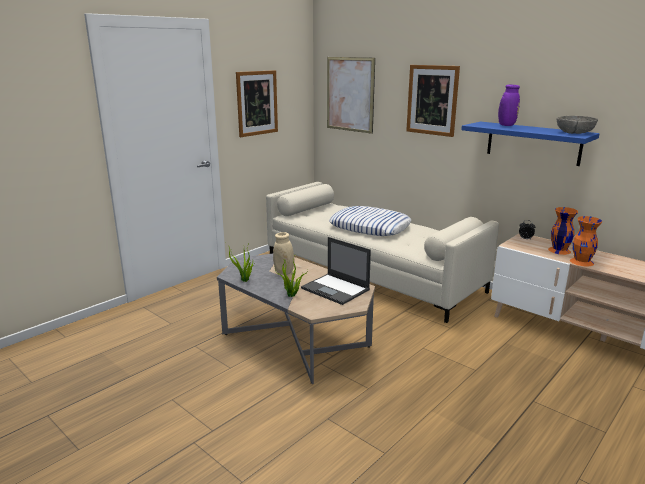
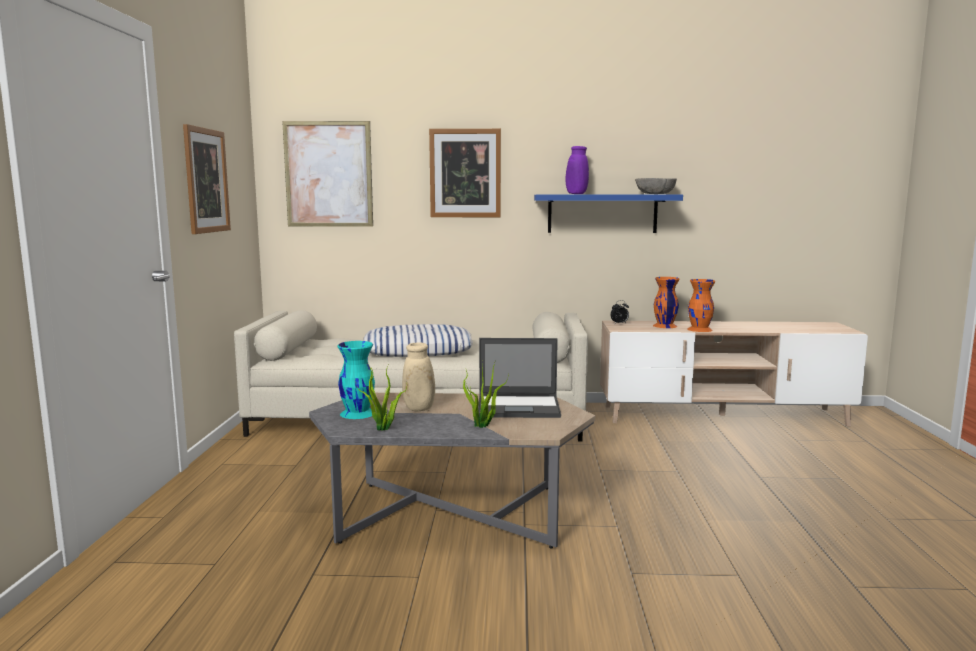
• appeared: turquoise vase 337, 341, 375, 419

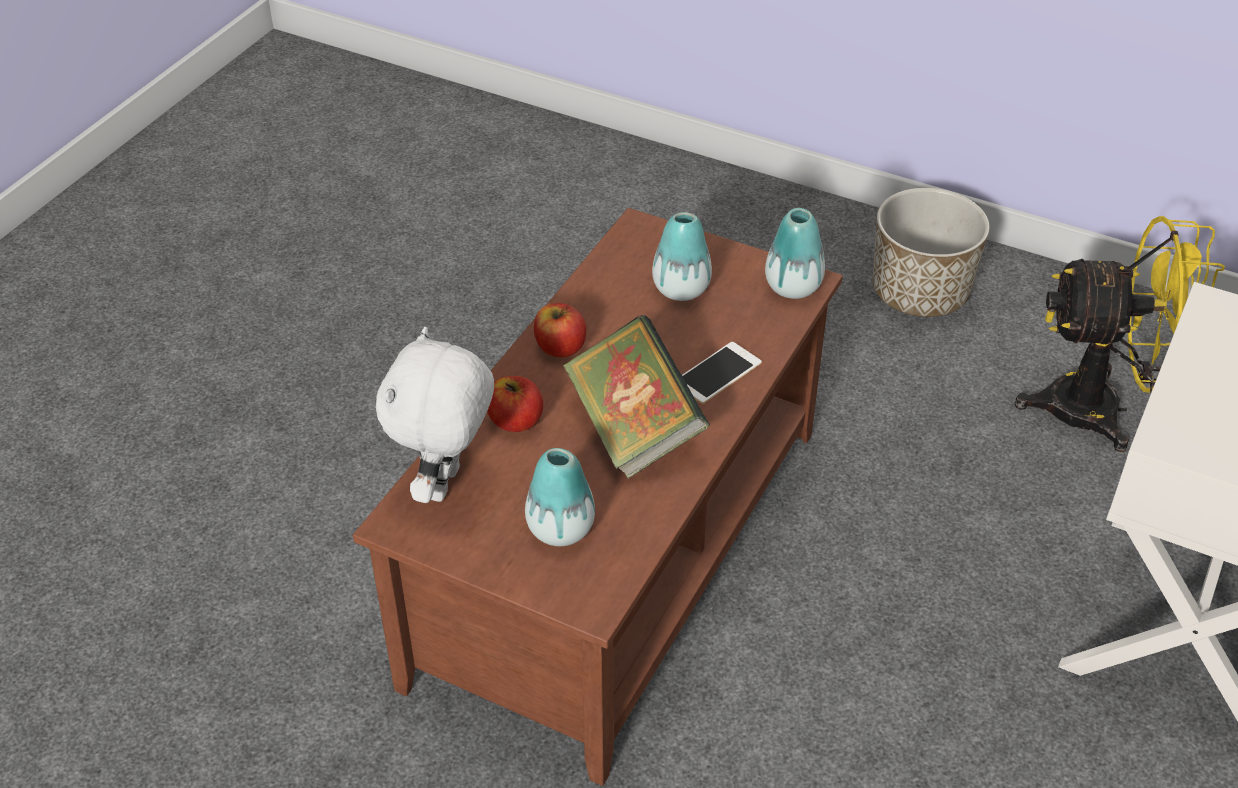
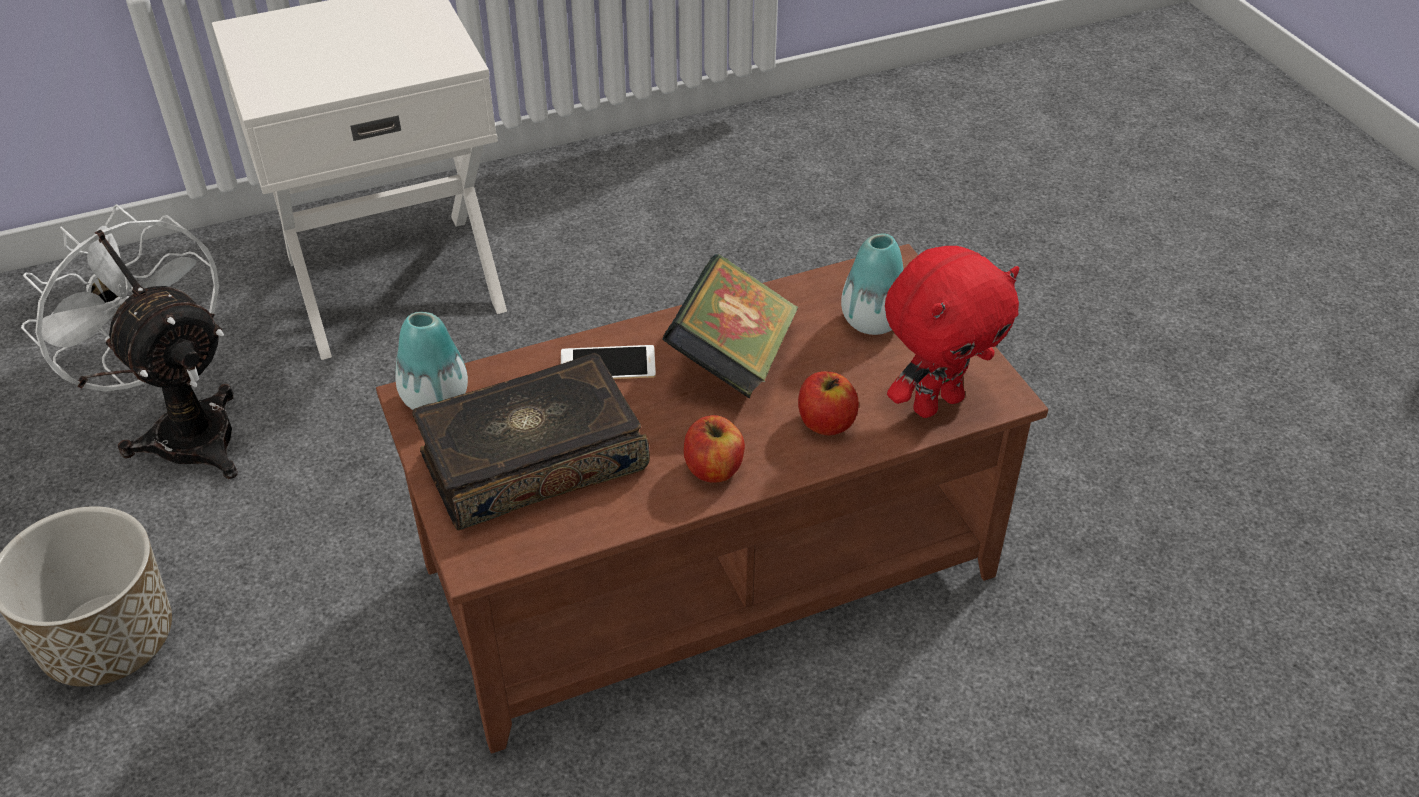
• exchanged: vase 652, 212, 712, 301 to book 412, 353, 650, 530
• colour: white plush toy 376, 327, 494, 503 to red plush toy 885, 246, 1019, 418
• colour: yellow fan 1014, 216, 1225, 452 to white fan 21, 204, 238, 479

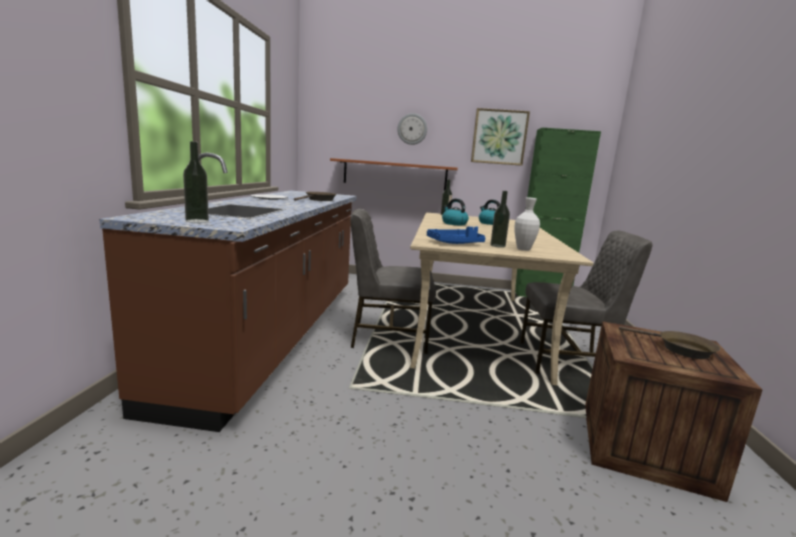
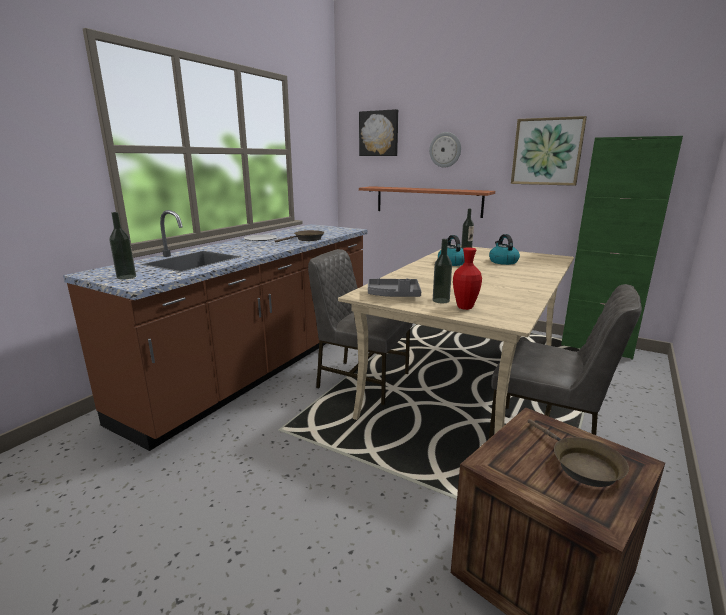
• appeared: picture 359, 109, 398, 156
• colour: blue tray 427, 226, 486, 244 to grey tray 368, 278, 422, 297
• colour: white vase 514, 197, 540, 251 to red vase 453, 248, 482, 310

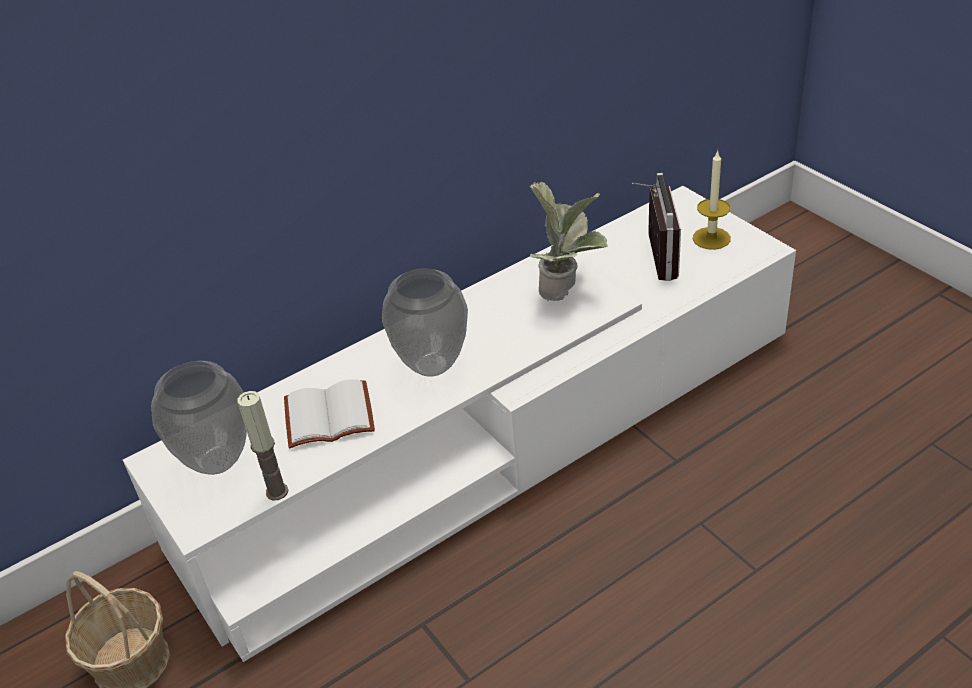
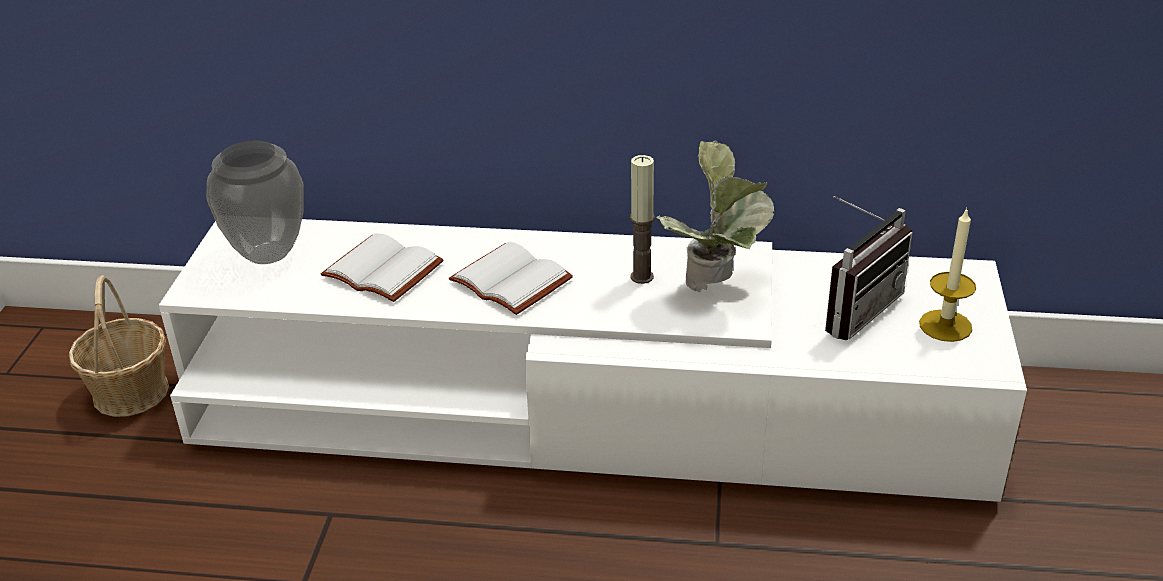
• relocated: candle 237, 391, 289, 500 to 630, 155, 655, 284
• exchanged: vase 382, 268, 468, 377 to white book 449, 242, 573, 315

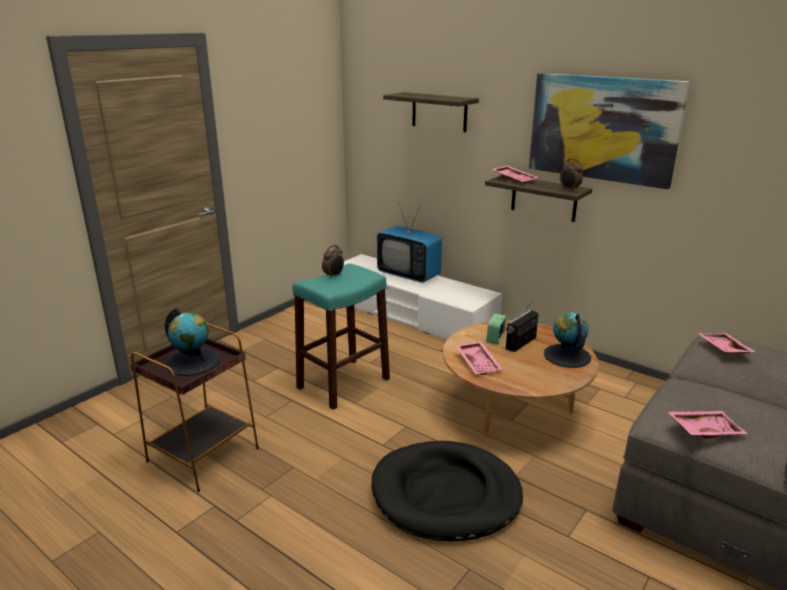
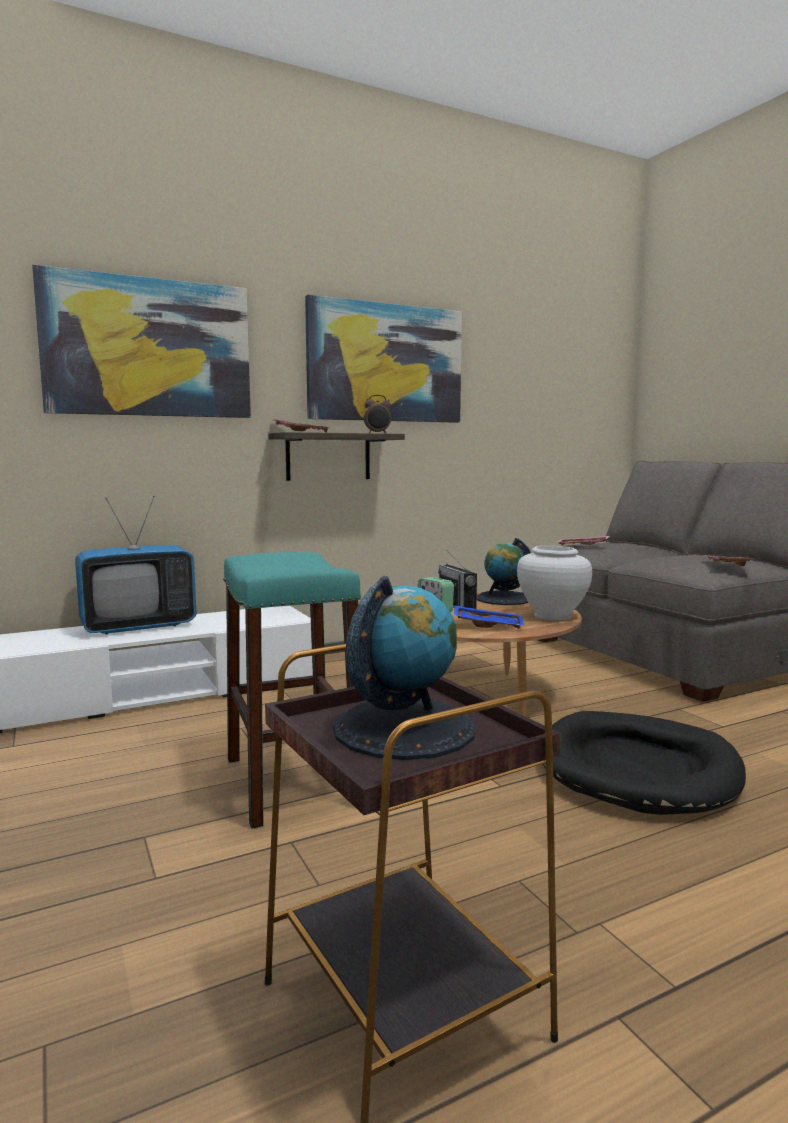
• missing: alarm clock 322, 245, 344, 279
• appeared: white vase 517, 545, 592, 620
• exchanged: shelf 383, 92, 479, 132 to picture 32, 265, 251, 418
• colour: pink tray 455, 341, 503, 375 to blue tray 454, 605, 524, 629

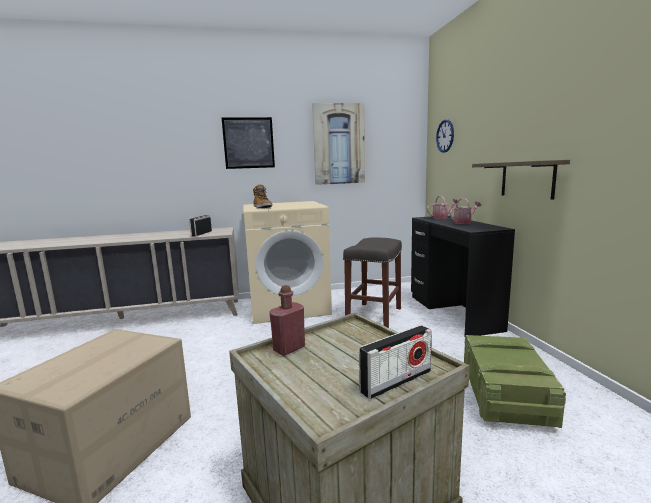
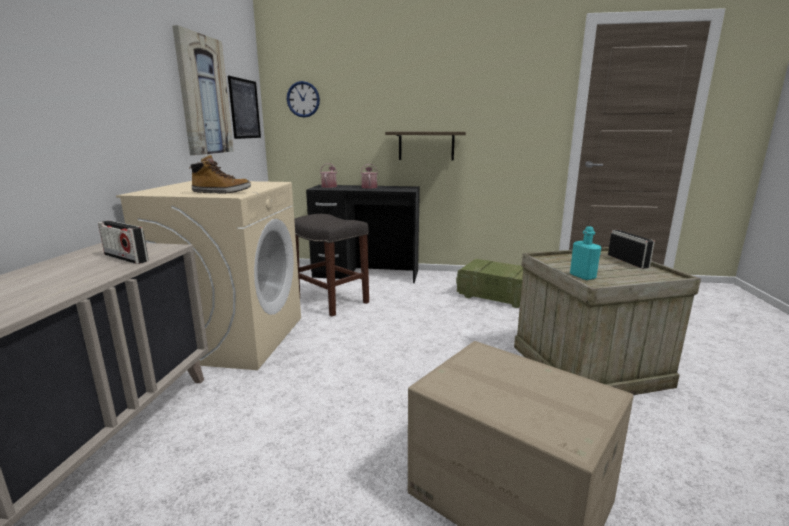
• relocated: picture 222, 117, 275, 169 to 228, 76, 261, 139
• colour: red bottle 269, 285, 305, 356 to turquoise bottle 570, 226, 601, 280

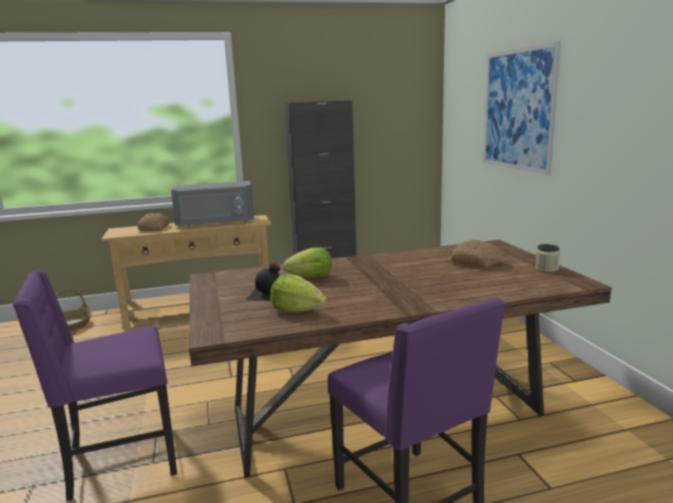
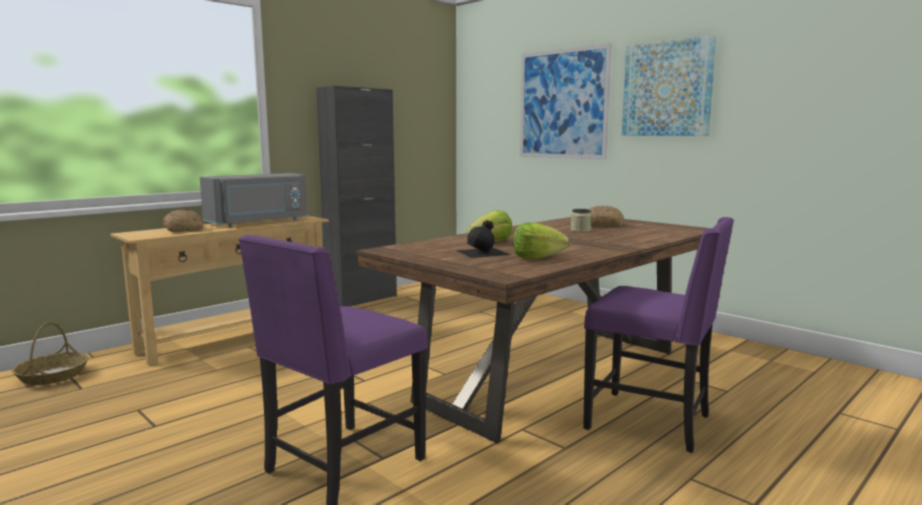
• appeared: picture 622, 35, 717, 136
• relocated: jar 535, 244, 560, 272 to 571, 209, 592, 232

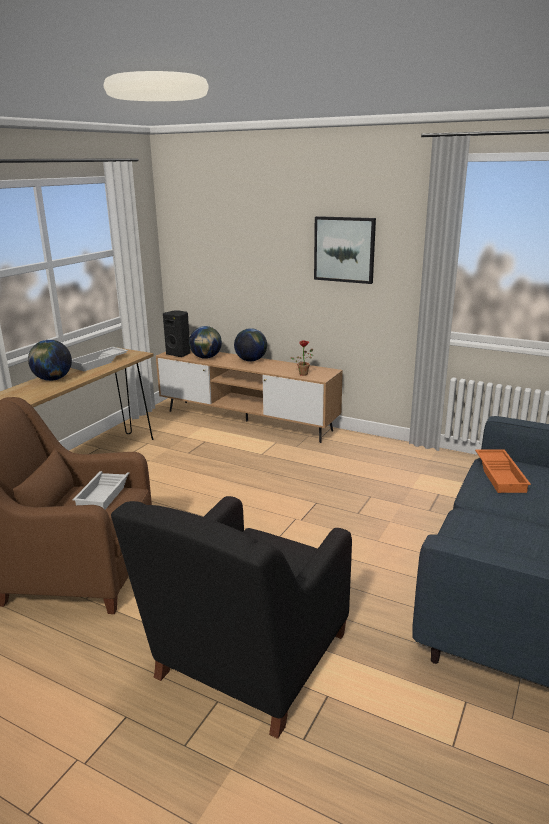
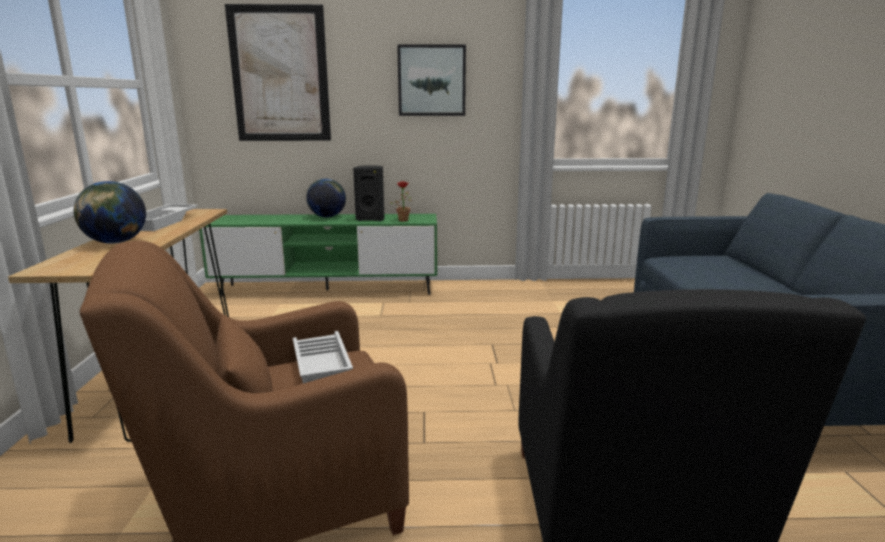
• missing: globe 189, 326, 222, 359
• missing: orange tray 475, 449, 531, 493
• appeared: picture 225, 4, 331, 141
• relocated: black speaker 163, 311, 191, 357 to 353, 165, 384, 221
• colour: brown tv stand 156, 349, 343, 443 to green tv stand 199, 214, 437, 296

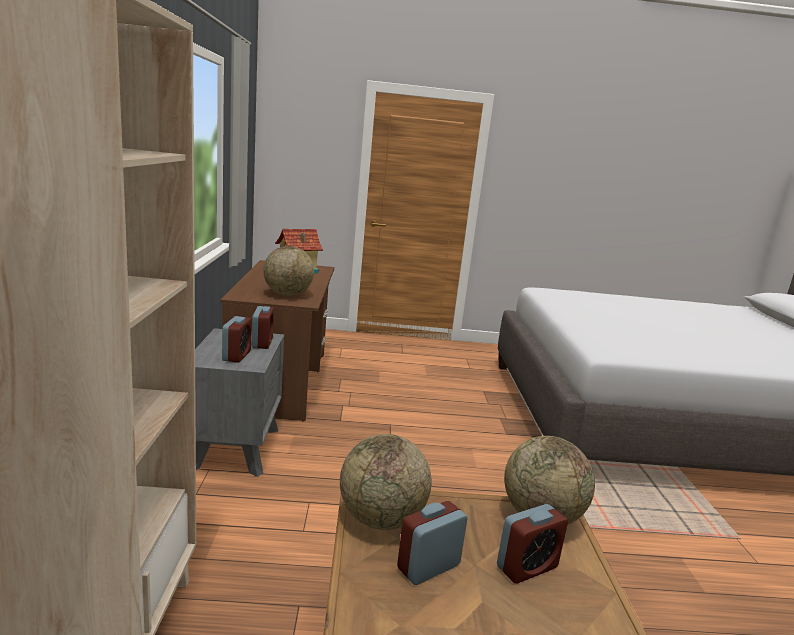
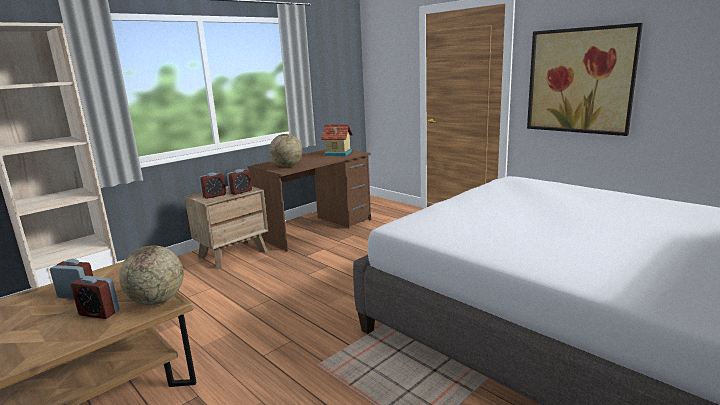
• missing: globe 340, 434, 432, 530
• appeared: picture 527, 23, 643, 136
• colour: grey nightstand 195, 328, 284, 477 to brown nightstand 184, 186, 268, 269

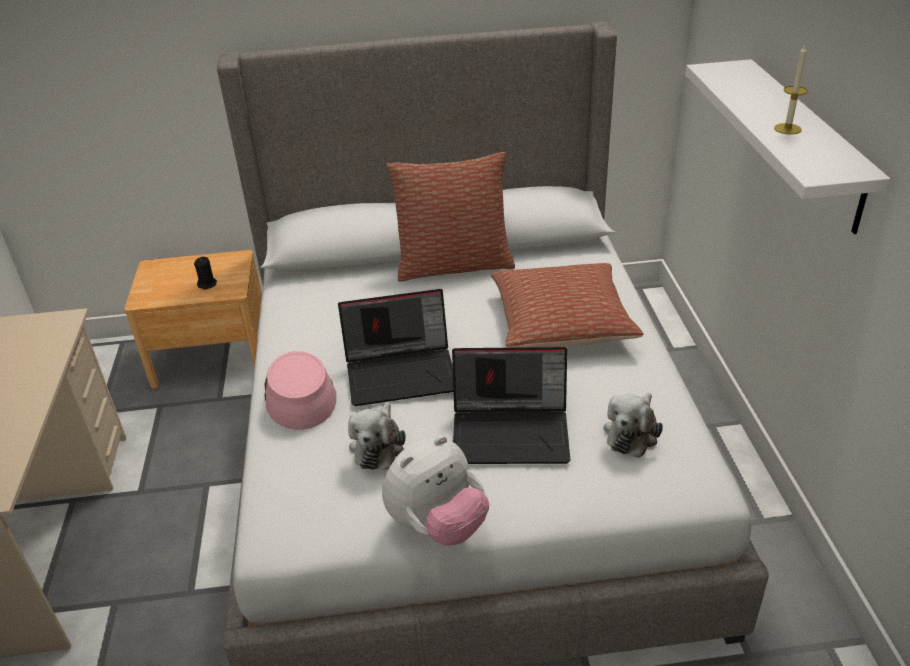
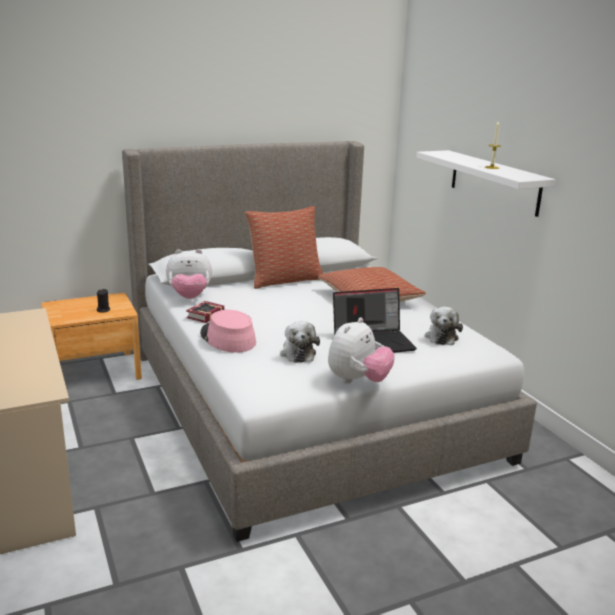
• missing: laptop 338, 289, 453, 406
• appeared: plush toy 166, 249, 212, 299
• appeared: book 186, 301, 224, 323

